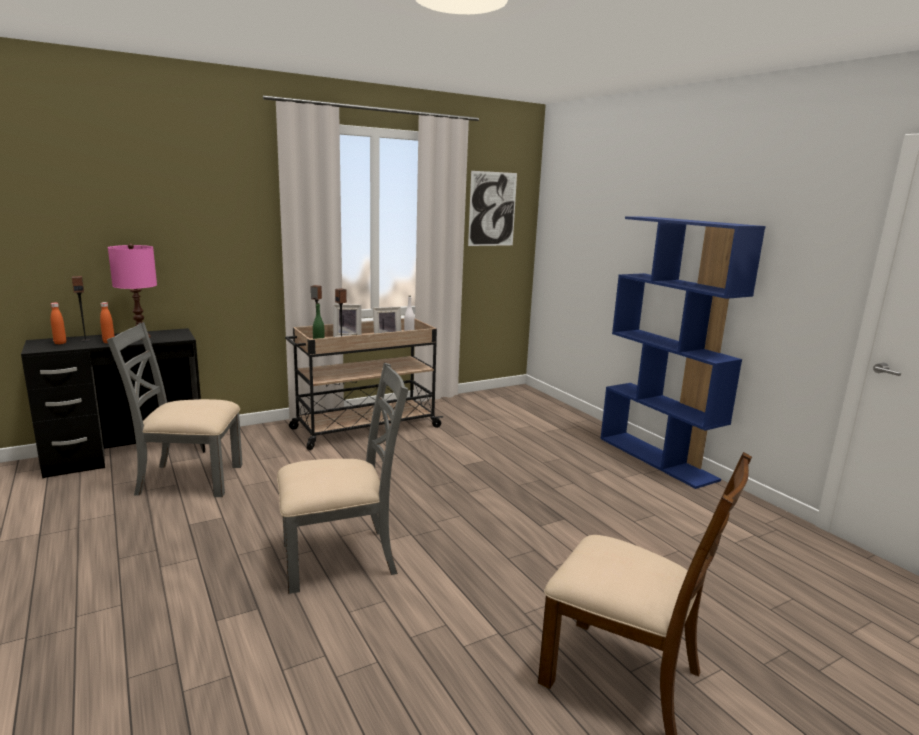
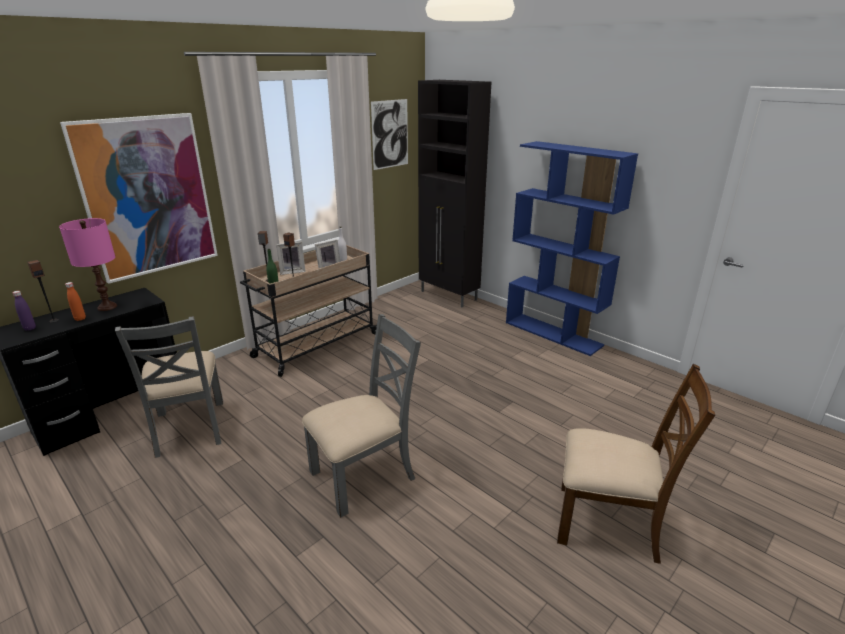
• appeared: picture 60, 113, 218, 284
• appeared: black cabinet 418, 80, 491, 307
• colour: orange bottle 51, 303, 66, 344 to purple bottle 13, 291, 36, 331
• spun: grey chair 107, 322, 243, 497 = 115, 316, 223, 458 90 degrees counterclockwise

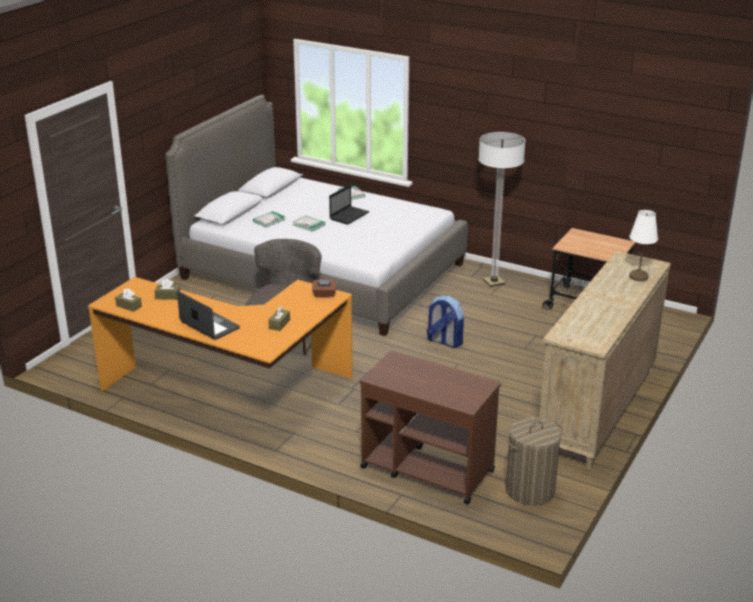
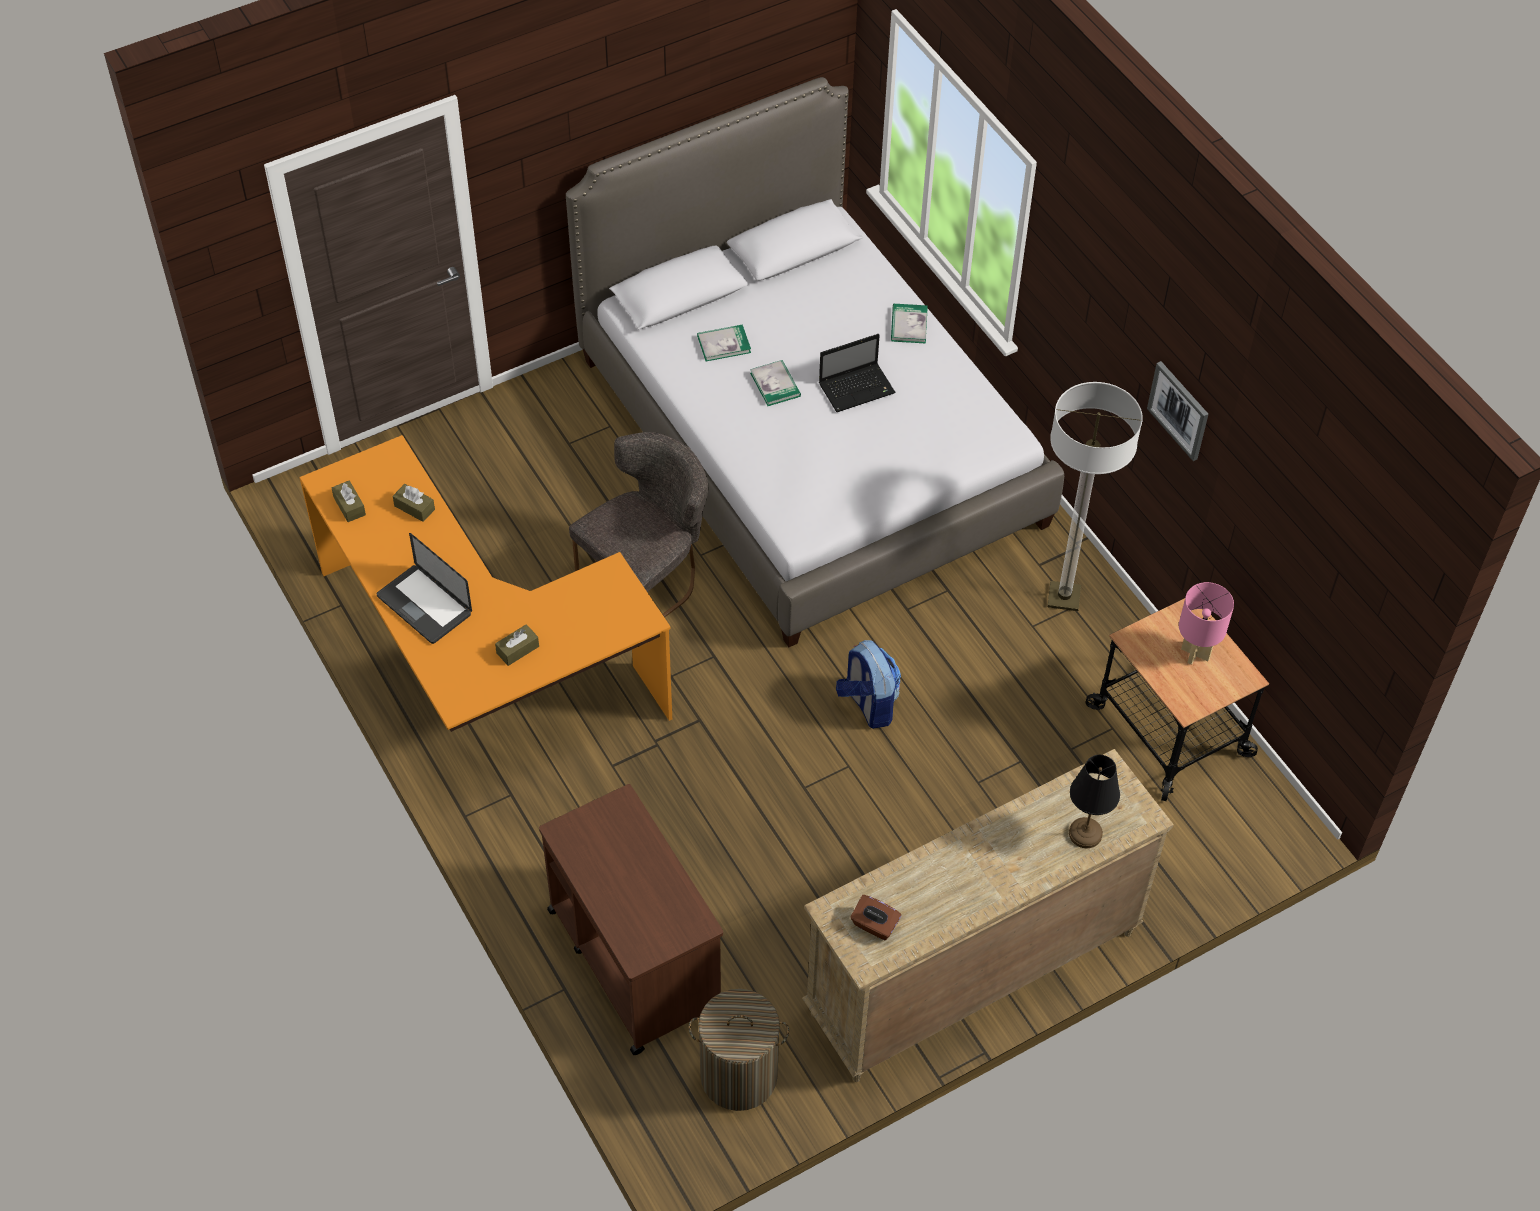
• appeared: picture 1147, 361, 1208, 461
• appeared: pink table lamp 1179, 582, 1234, 665
• relocated: brown tissue box 312, 279, 336, 298 to 850, 895, 902, 940
• colour: white table lamp 629, 210, 658, 281 to black table lamp 1069, 755, 1120, 848
• spun: laptop 177, 291, 240, 340 = 377, 533, 472, 644 150 degrees clockwise

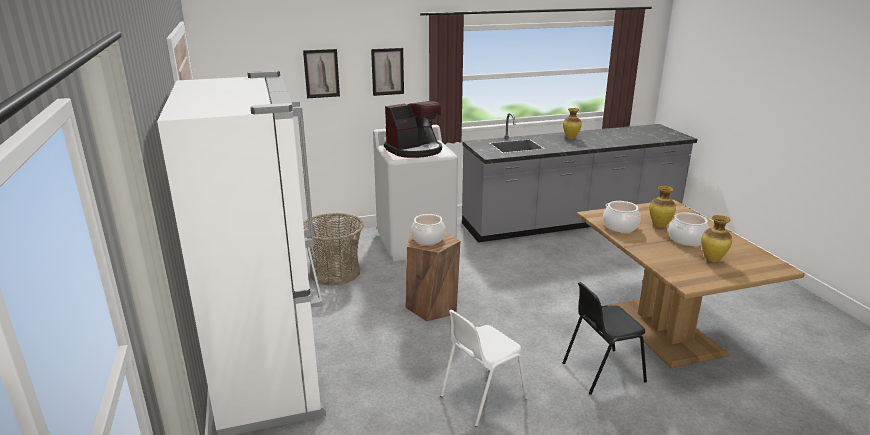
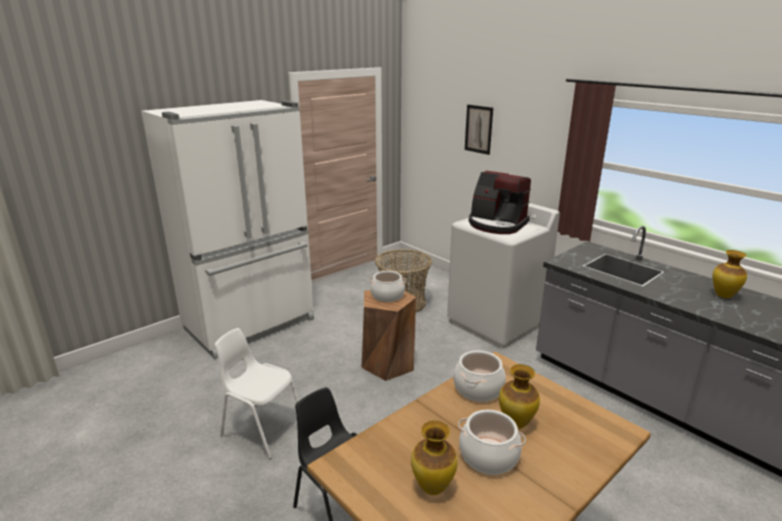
• missing: picture 371, 48, 404, 96

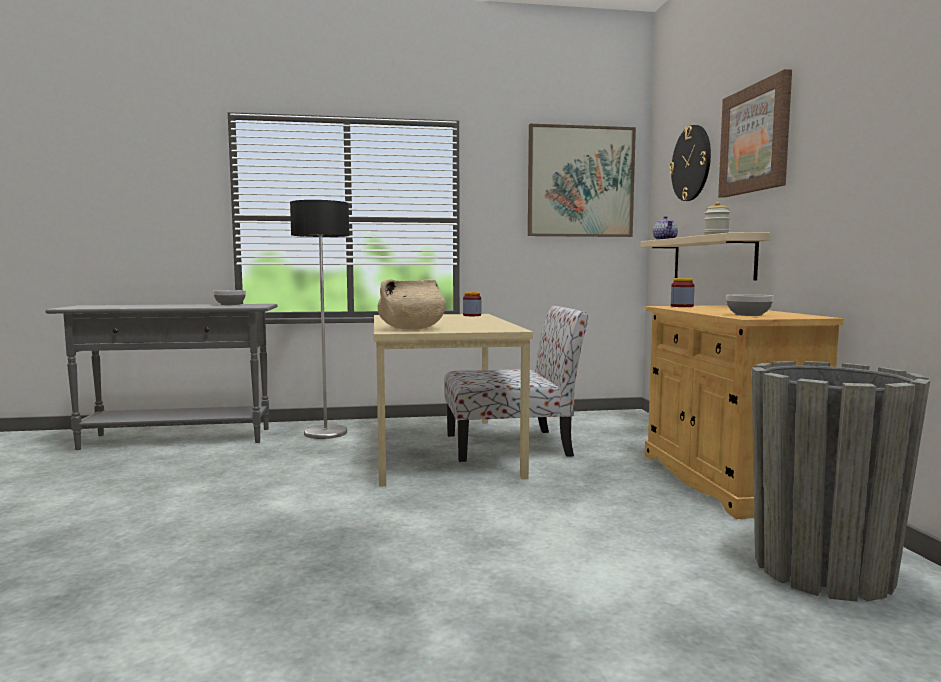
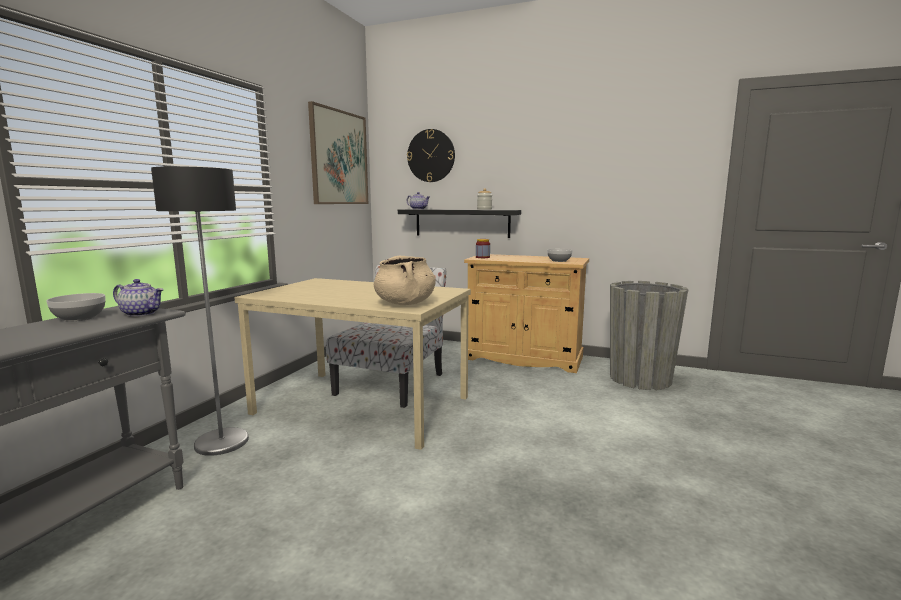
• missing: jar 463, 292, 481, 316
• missing: picture 718, 69, 792, 198
• appeared: teapot 113, 279, 164, 317
• colour: beige shelf 640, 232, 770, 281 to black shelf 398, 209, 521, 238

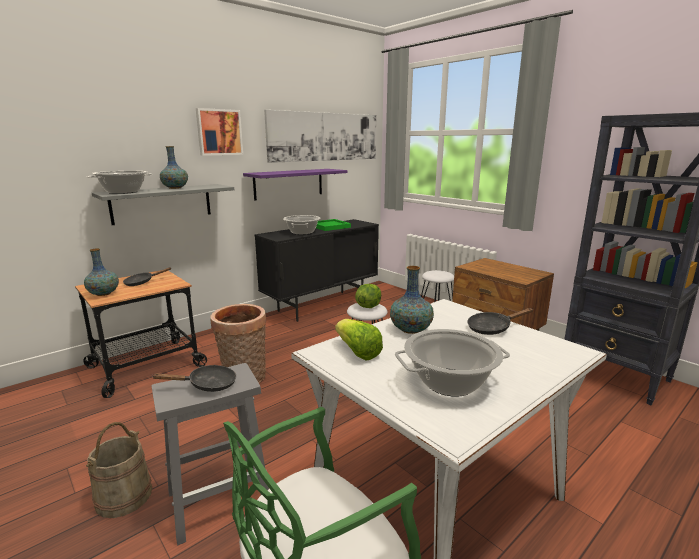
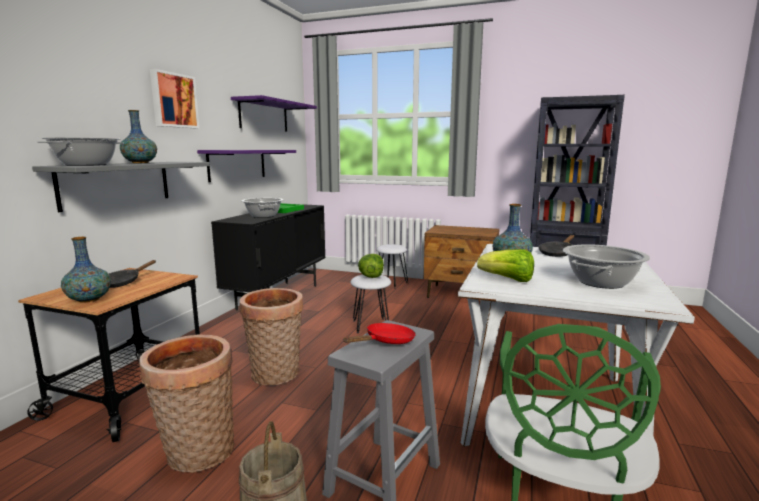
• appeared: basket 139, 335, 234, 473
• exchanged: picture 264, 110, 376, 163 to purple shelf 231, 95, 317, 132
• colour: black frying pan 153, 365, 236, 392 to red frying pan 344, 323, 416, 344

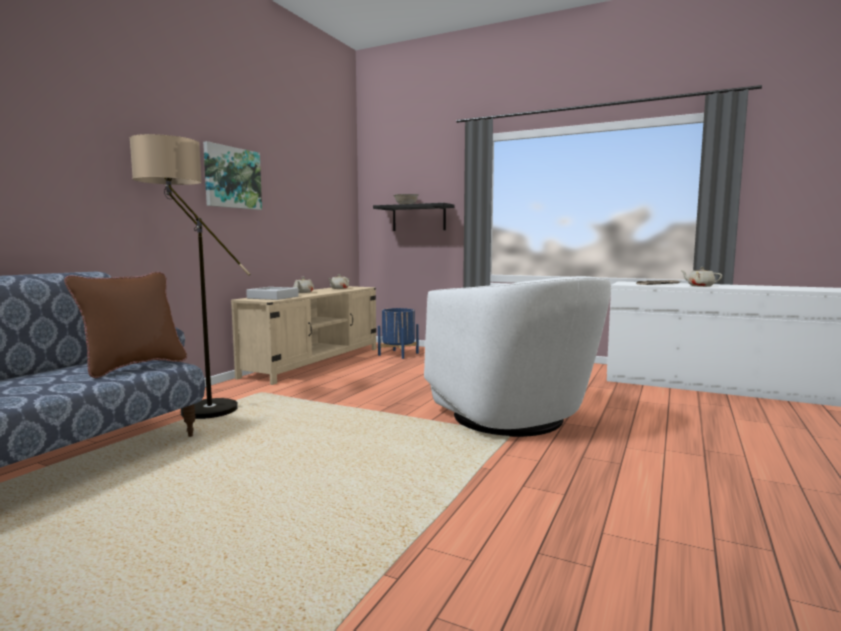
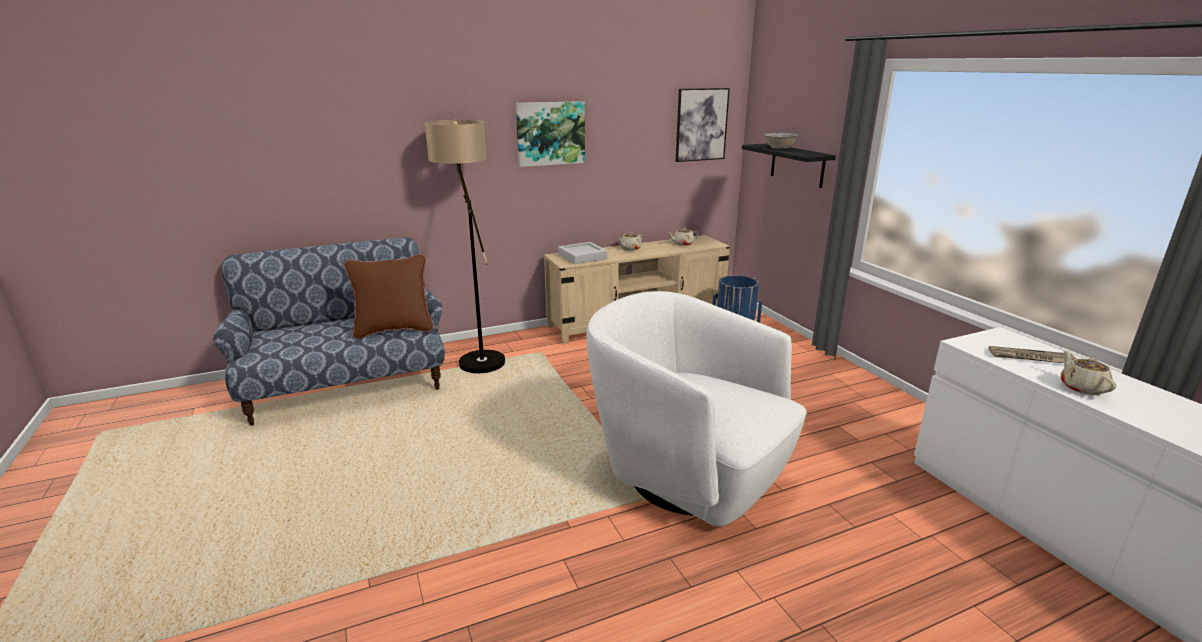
• appeared: picture 676, 88, 730, 162
• spun: white armchair 424, 276, 611, 437 = 586, 291, 807, 527 120 degrees clockwise

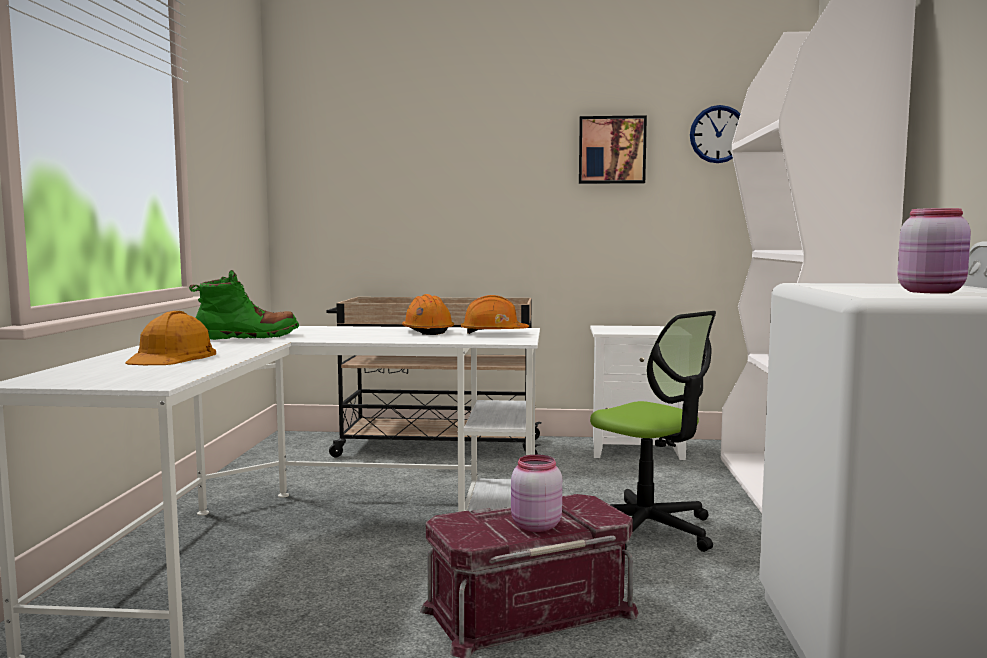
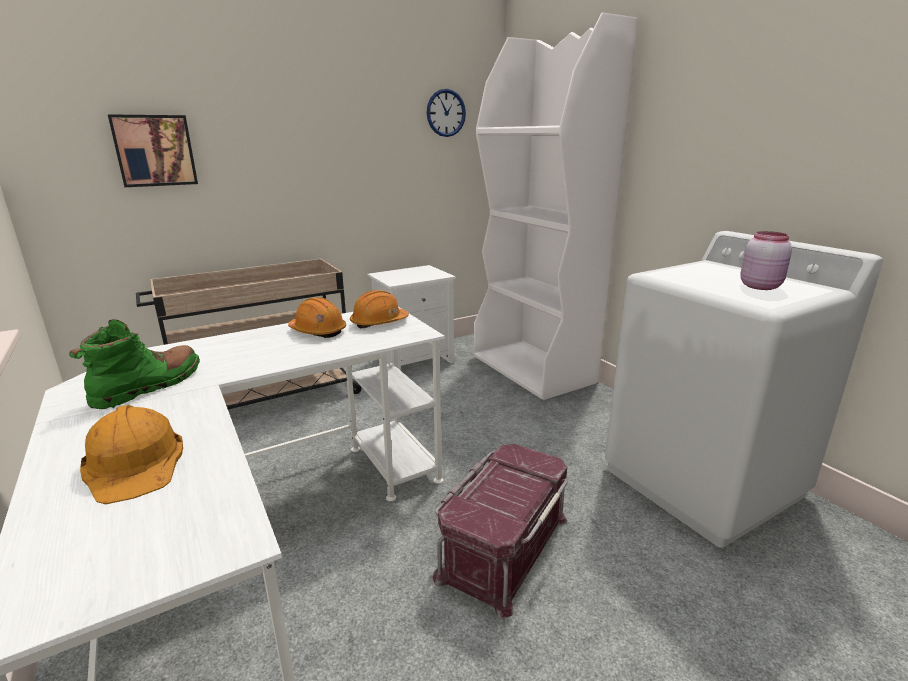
• missing: pink jar 511, 455, 562, 532
• missing: office chair 590, 311, 716, 552
• relocated: picture 579, 115, 647, 184 to 108, 114, 198, 187

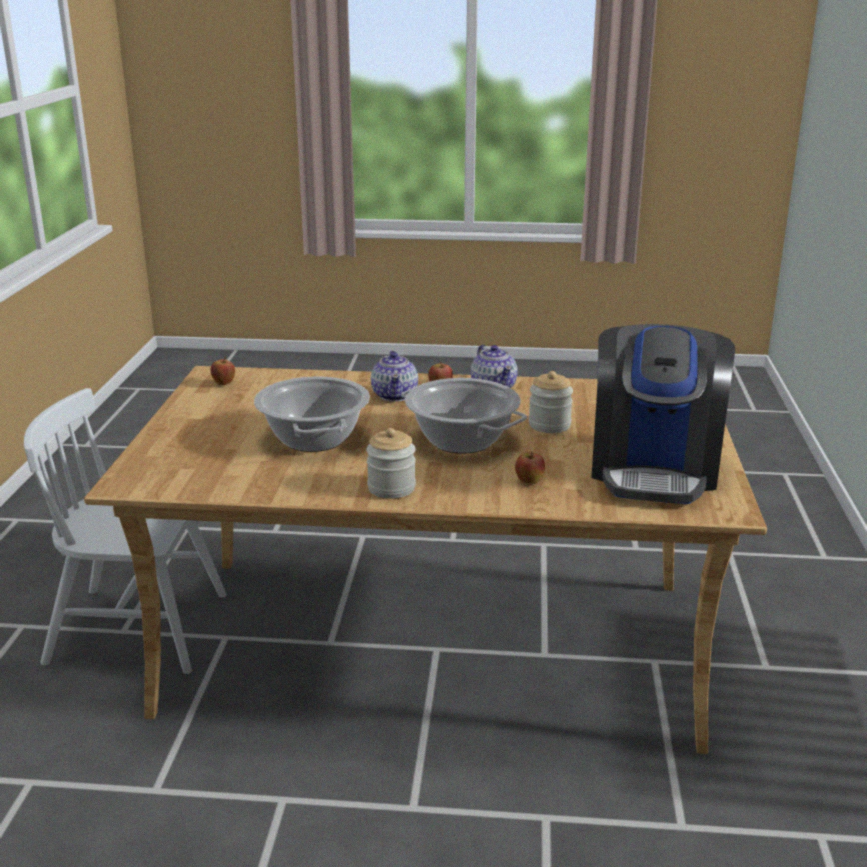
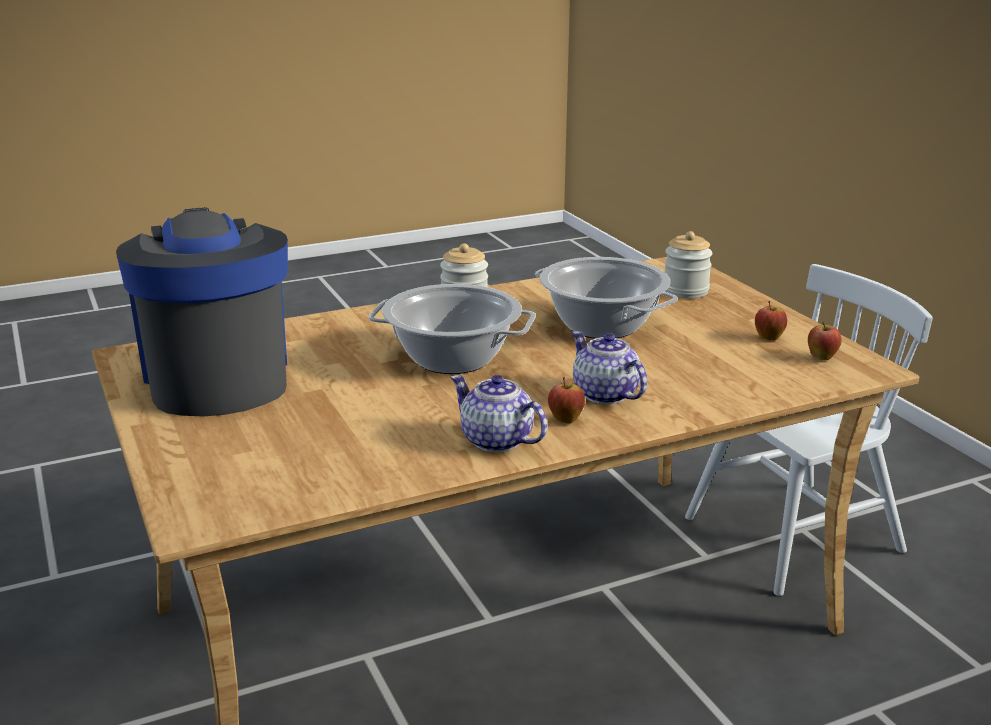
• relocated: apple 515, 451, 545, 484 to 755, 301, 787, 341
• relocated: jar 529, 371, 573, 433 to 665, 231, 712, 298

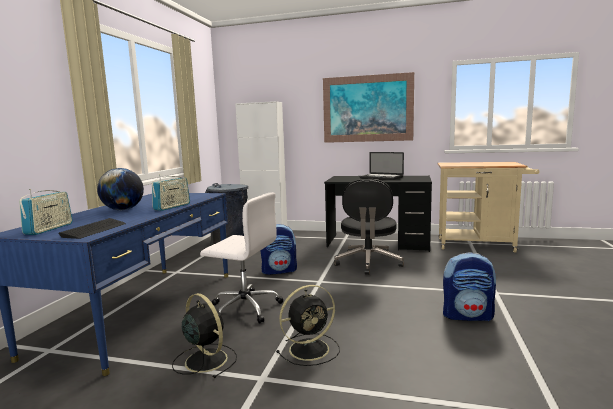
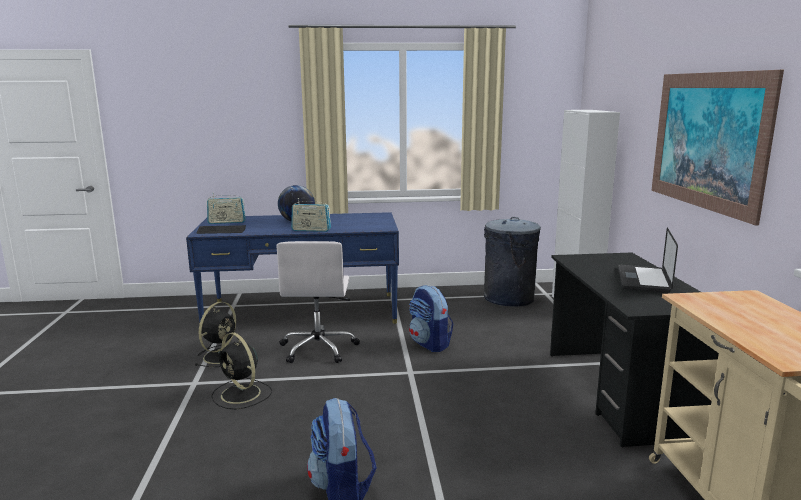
• missing: black office chair 334, 179, 404, 275

